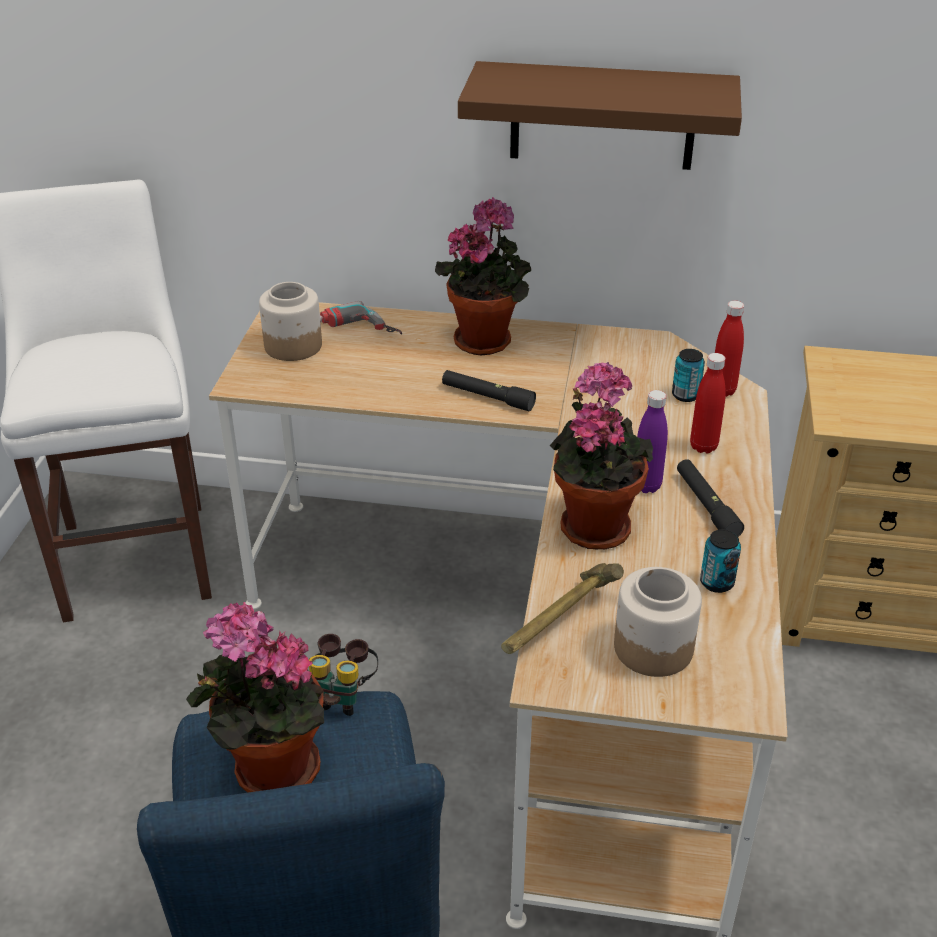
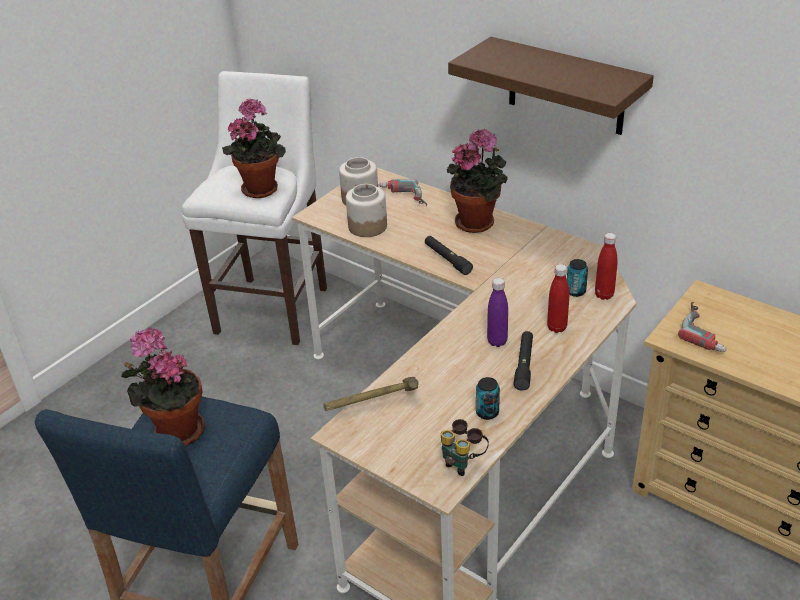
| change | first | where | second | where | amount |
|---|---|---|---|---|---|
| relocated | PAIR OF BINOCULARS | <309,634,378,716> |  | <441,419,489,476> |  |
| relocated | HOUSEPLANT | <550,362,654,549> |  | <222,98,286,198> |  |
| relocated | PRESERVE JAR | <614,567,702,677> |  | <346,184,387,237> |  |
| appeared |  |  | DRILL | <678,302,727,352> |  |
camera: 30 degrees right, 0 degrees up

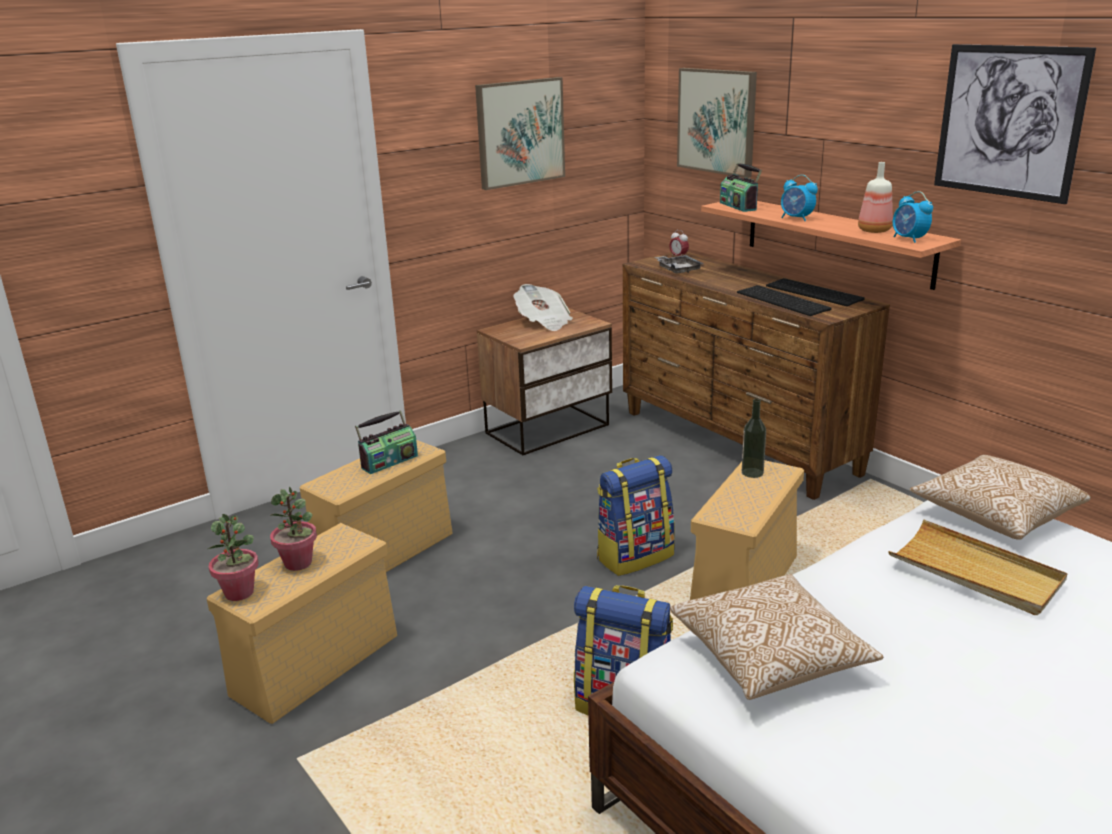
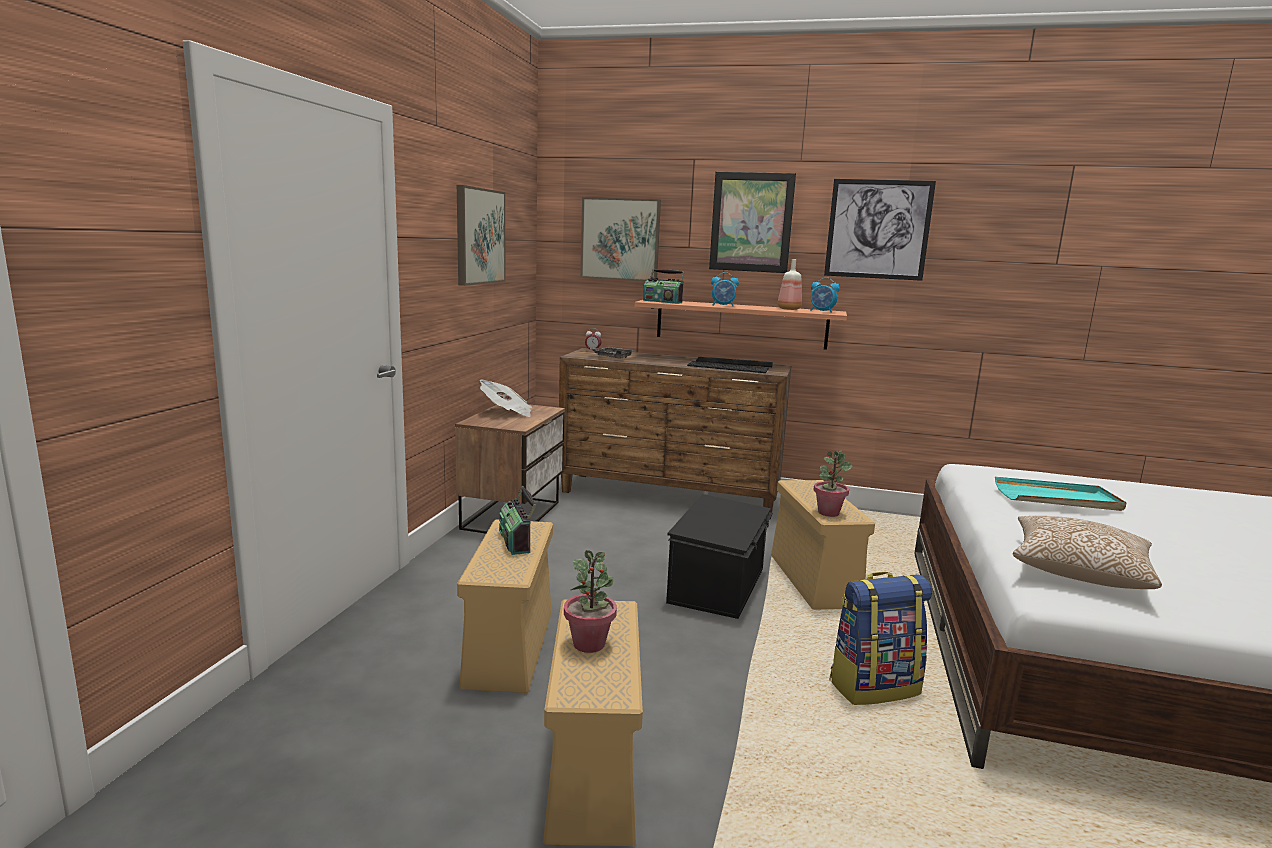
| change | first | where | second | where | amount |
|---|---|---|---|---|---|
| relocated | HOUSEPLANT | <208,514,259,601> |  | <814,450,852,517> |  |
| spun | RADIO | <355,410,418,474> |  | <499,486,536,555> | 150 degrees clockwise |
| exchanged | KNAPSACK | <597,455,675,576> | BLACK STORAGE BOX | <666,494,773,619> |  |
| missing | BOTTLE | <742,399,766,478> |  |  |  |
| colour | BEIGE SERVING TRAY | <888,519,1068,615> | TURQUOISE SERVING TRAY | <995,477,1127,511> |  |
| missing | THROW PILLOW | <910,455,1091,540> |  |  |  |
| appeared |  |  | PICTURE | <709,172,796,273> |  |
camera: 40 degrees left, 10 degrees down

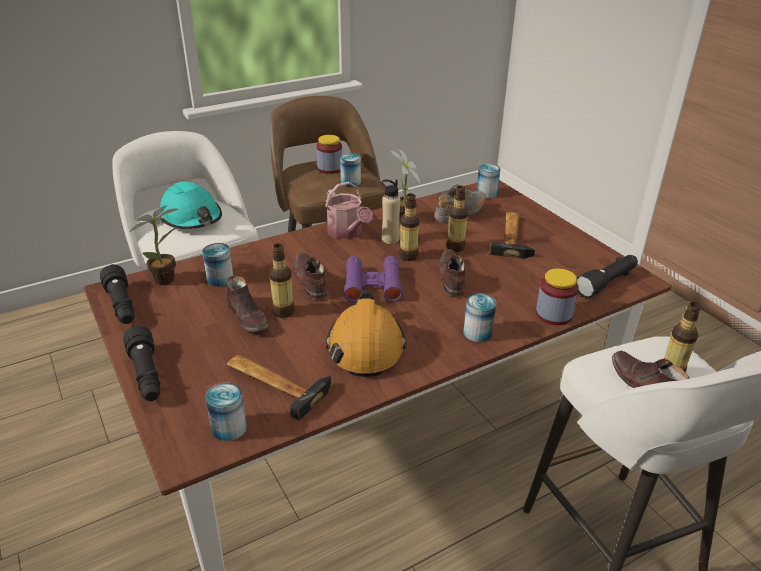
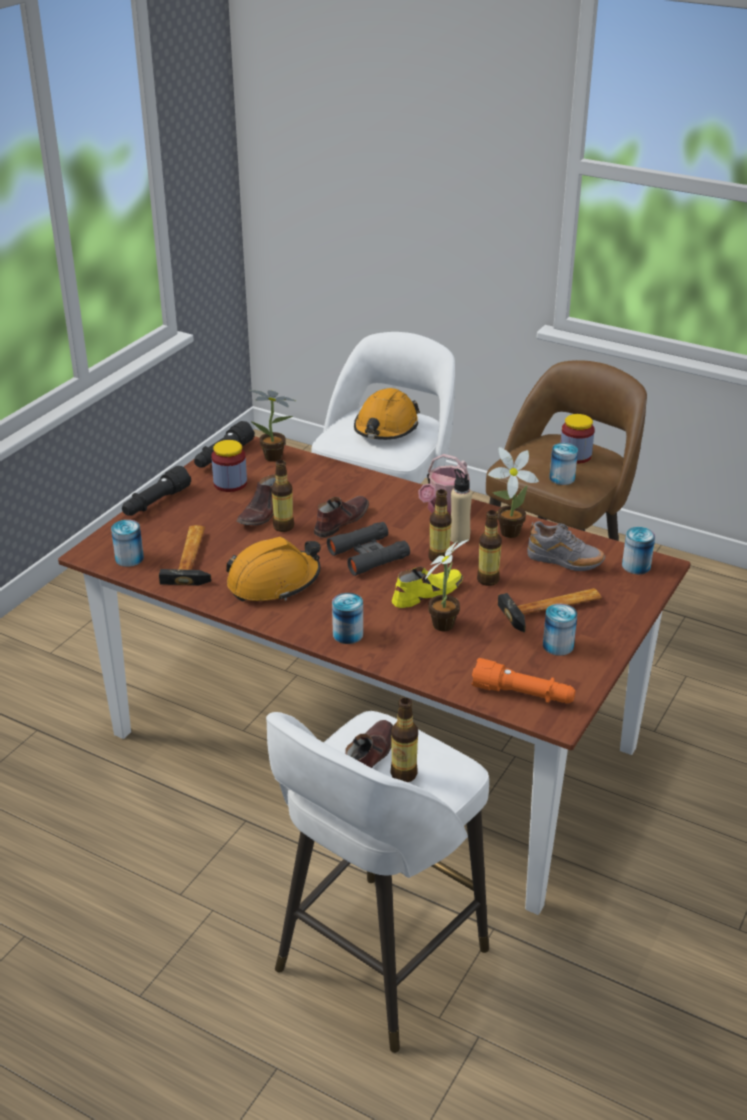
| change | first | where | second | where | amount |
|---|---|---|---|---|---|
| colour | TURQUOISE SAFETY HELMET | <159,181,222,229> | ORANGE SAFETY HELMET | <354,388,420,440> |  |
| relocated | CAN | <202,243,233,287> |  | <543,604,577,656> |  |
| colour | PURPLISH PAIR OF BINOCULARS | <344,256,402,302> | BLACK PAIR OF BINOCULARS | <327,522,410,576> |  |
| colour | BROWN-COLOURED LOW SHOE | <438,249,465,296> | YELLOW LOW SHOE | <392,566,463,608> |  |
| relocated | PRESERVE JAR | <536,268,579,325> |  | <211,440,247,492> |  |
| colour | BLACK HAND TORCH | <577,255,638,298> | ORANGE HAND TORCH | <471,658,576,704> |  |
| appeared |  |  | HOUSEPLANT | <425,540,468,631> |  |
camera: 60 degrees right, 0 degrees up

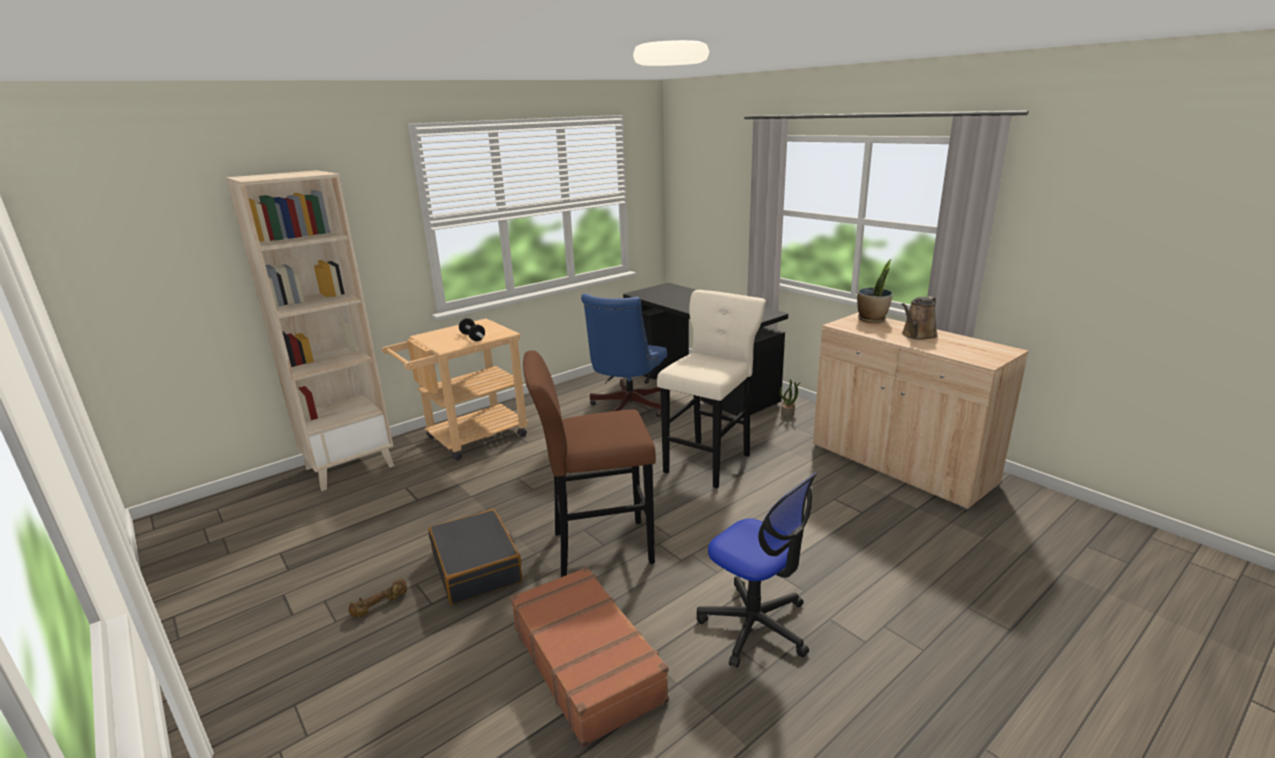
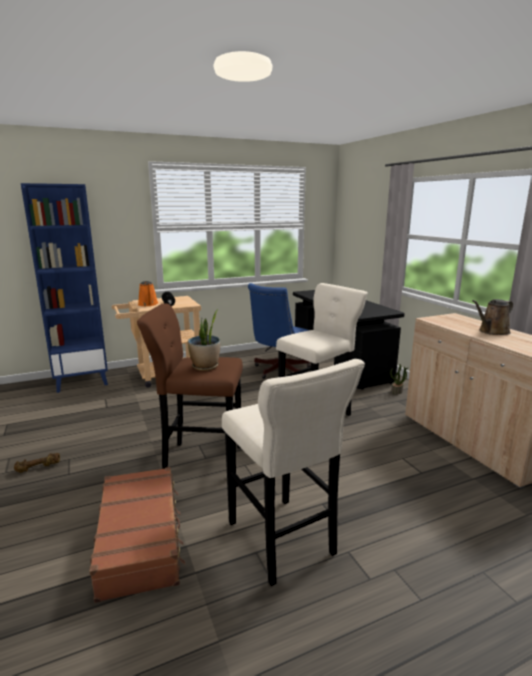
| change | first | where | second | where | amount |
|---|---|---|---|---|---|
| colour | BEIGE BOOKSHELF | <226,170,394,491> | BLUE BOOKSHELF | <21,183,108,393> |  |
| missing | BLACK SUITCASE | <428,509,522,605> |  |  |  |
| exchanged | OFFICE CHAIR | <696,473,817,668> | BEIGE STOOL | <222,359,365,586> |  |
| relocated | HOUSEPLANT | <857,259,893,323> |  | <188,309,220,371> |  |
| appeared |  |  | ORANGE WATERING CAN | <138,281,158,306> |  |
camera: 15 degrees right, 5 degrees down

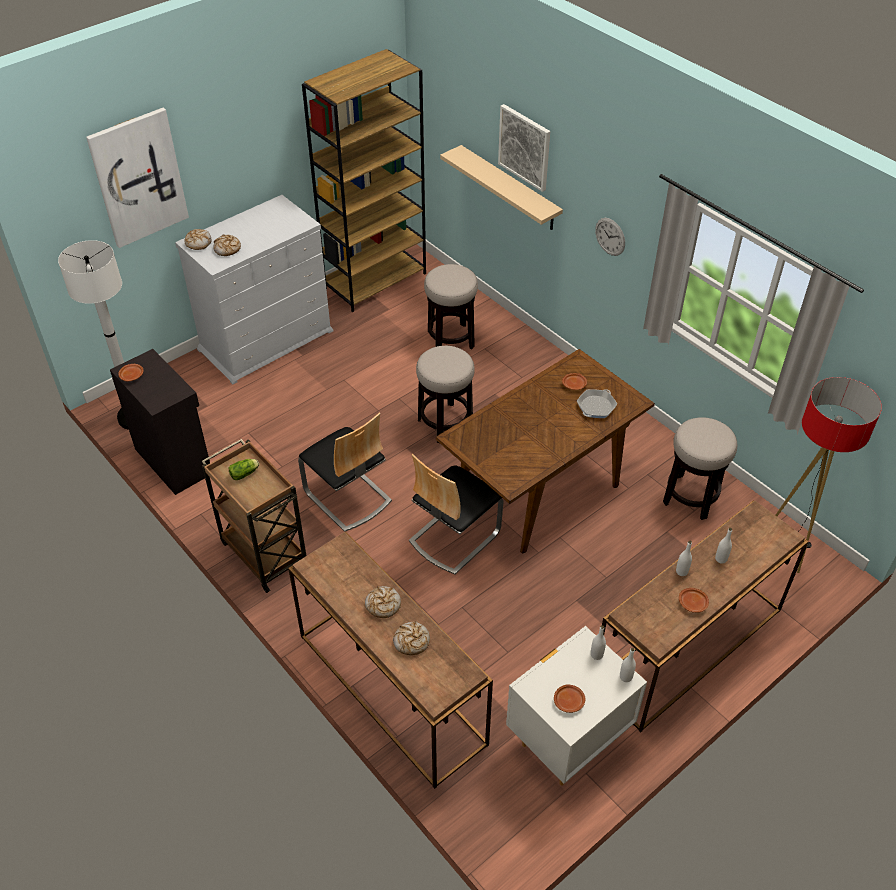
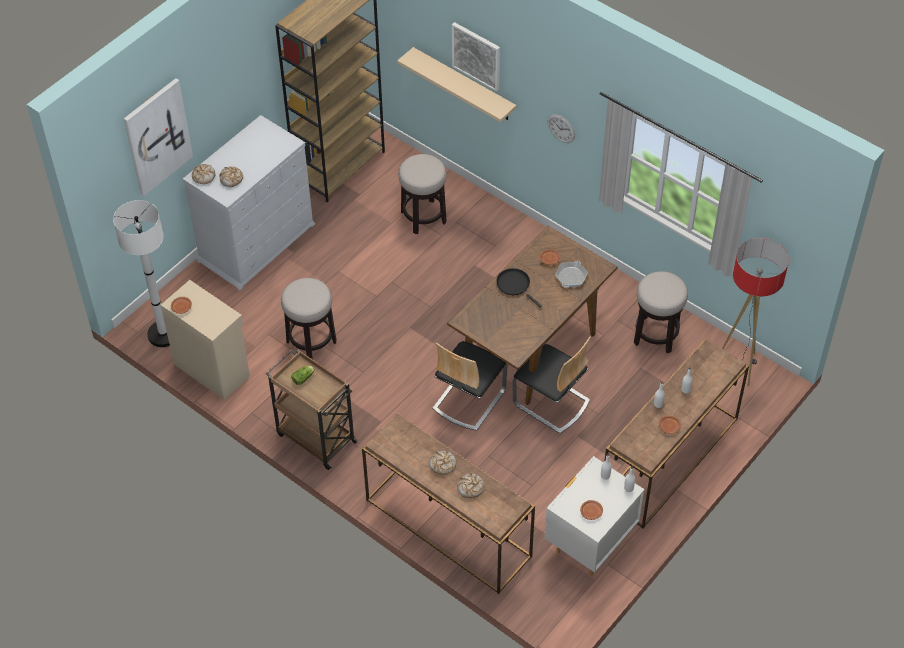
| change | first | where | second | where | amount |
|---|---|---|---|---|---|
| colour | BLACK CUPBOARD | <110,349,210,495> | BEIGE CUPBOARD | <161,280,250,400> |  |
| relocated | PLAIN CHAIR | <298,413,392,532> |  | <513,335,591,434> |  |
| relocated | STOOL | <416,346,475,443> |  | <281,278,336,359> |  |
| appeared |  |  | BLACK SKILLET | <496,268,542,308> |  |
camera: 10 degrees left, 5 degrees up

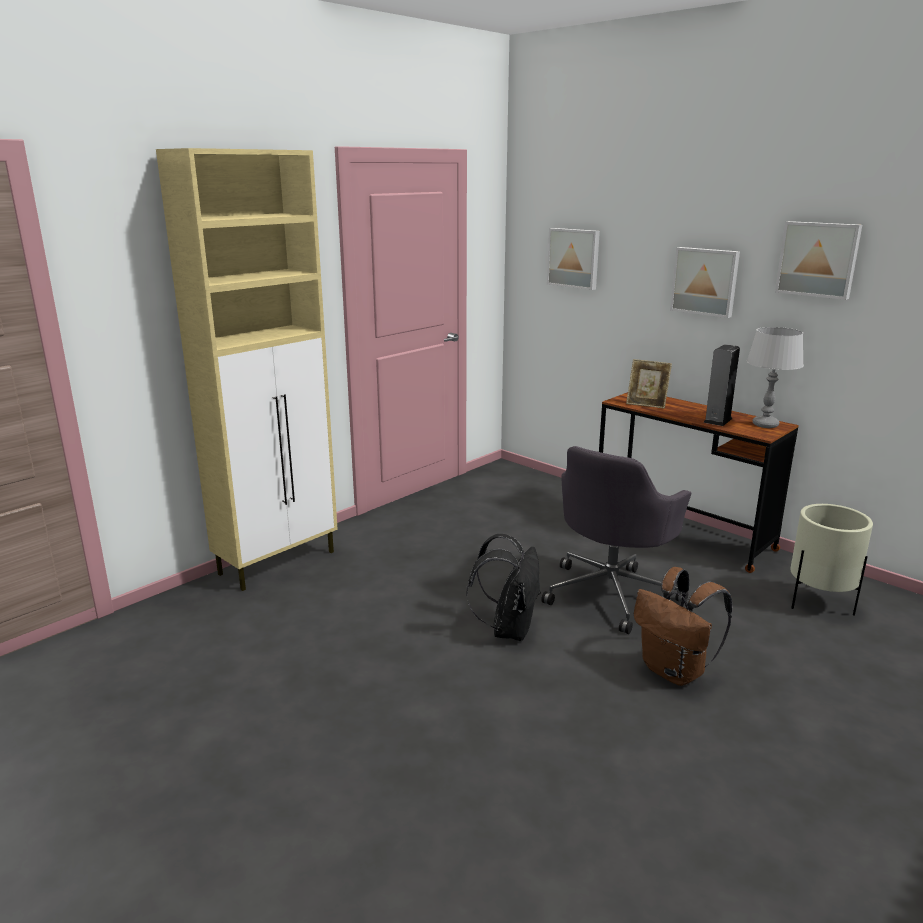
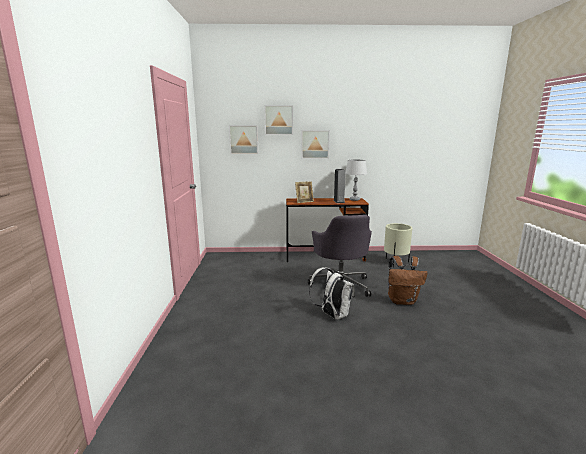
| change | first | where | second | where | amount |
|---|---|---|---|---|---|
| missing | BEIGE CUPBOARD | <156,148,338,591> |  |  |  |
| colour | BLACK KNAPSACK | <466,534,541,641> | WHITISH KNAPSACK | <309,268,355,320> |  |
| relocated | PICTURE | <775,221,862,300> |  | <264,105,293,135> |  |
camera: 45 degrees left, 5 degrees down

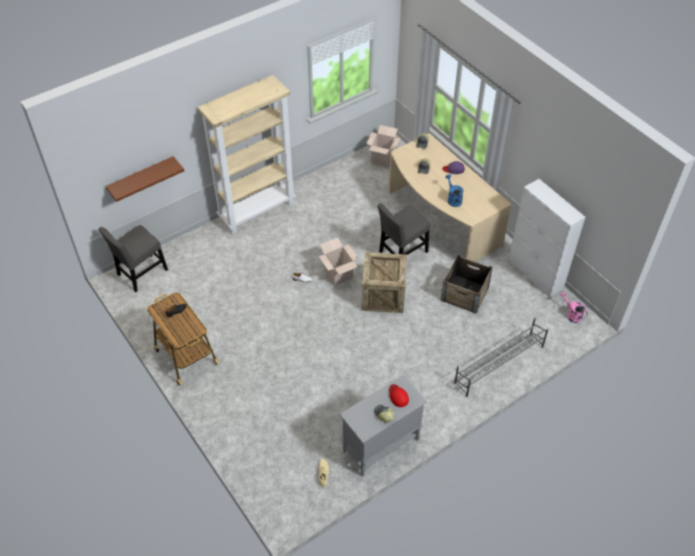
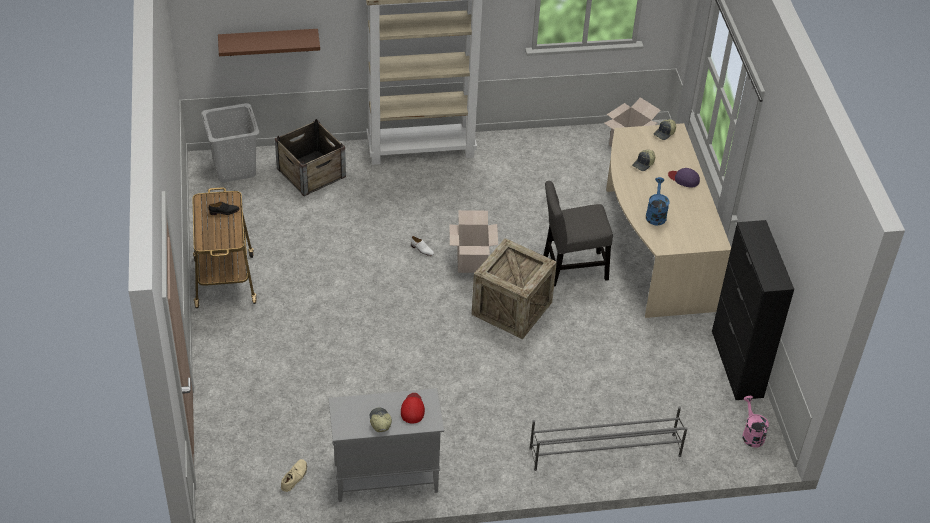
| change | first | where | second | where | amount |
|---|---|---|---|---|---|
| exchanged | GREY PLAIN CHAIR | <98,225,168,292> | GREY LAUNDRY BASKET | <201,103,259,183> |  |
| relocated | CRATE | <441,255,493,314> |  | <275,119,346,196> |  |
| colour | WHITISH CUPBOARD | <508,179,585,298> | BLACK CUPBOARD | <712,220,794,400> |  |
camera: 25 degrees right, 5 degrees down

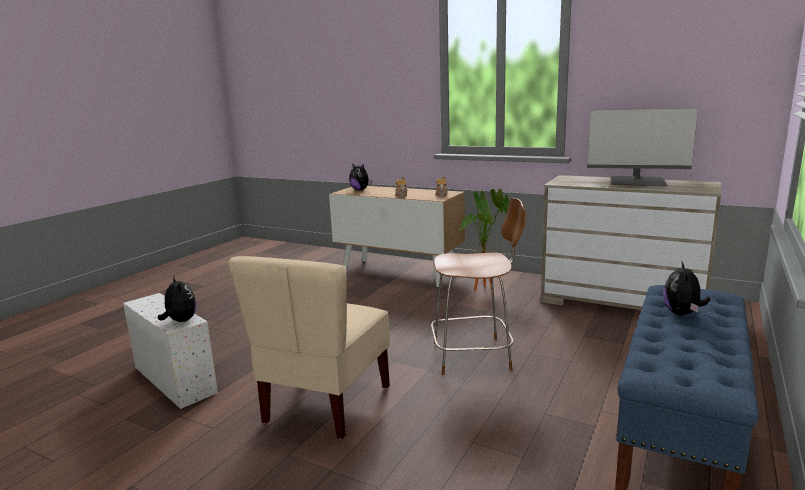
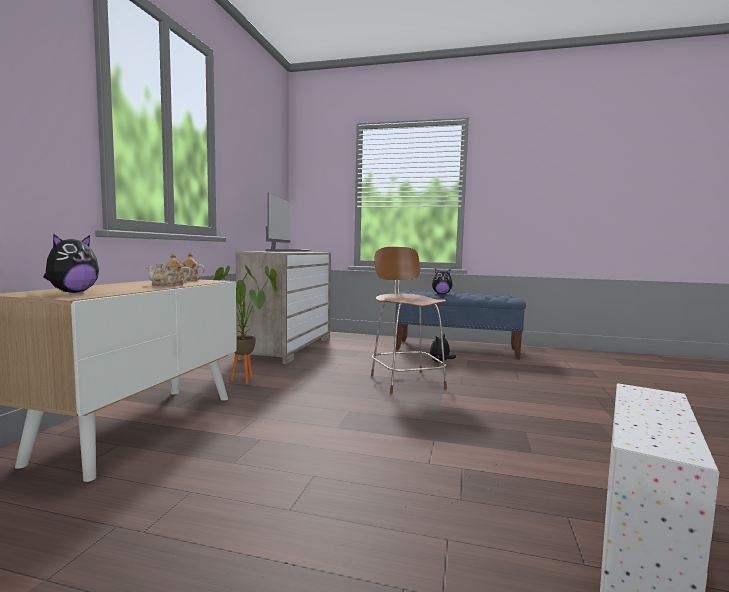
| change | first | where | second | where | amount |
|---|---|---|---|---|---|
| relocated | PLUSH TOY | <158,276,196,322> |  | <430,334,456,363> |  |
| missing | BEIGE PLAIN CHAIR | <228,256,390,439> |  |  |  |
camera: 105 degrees left, 10 degrees down

